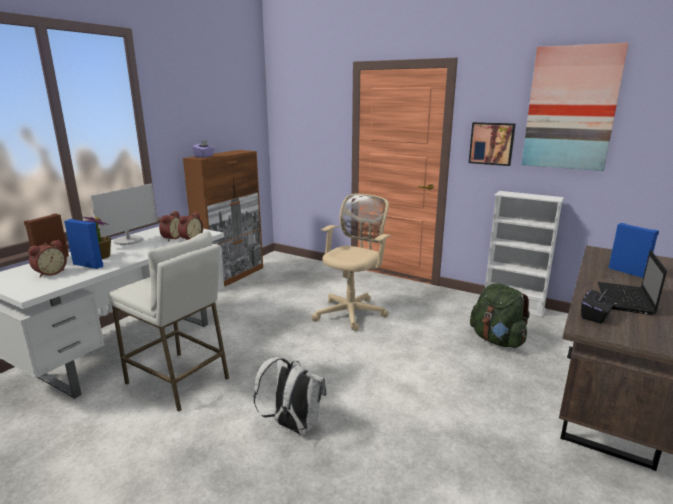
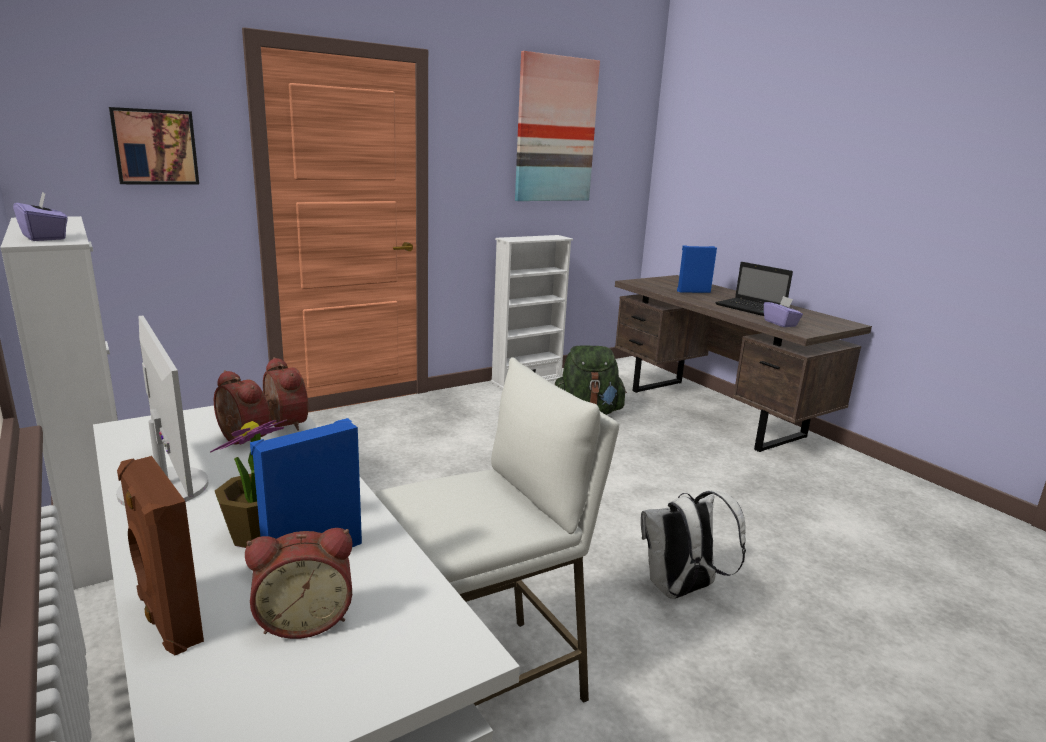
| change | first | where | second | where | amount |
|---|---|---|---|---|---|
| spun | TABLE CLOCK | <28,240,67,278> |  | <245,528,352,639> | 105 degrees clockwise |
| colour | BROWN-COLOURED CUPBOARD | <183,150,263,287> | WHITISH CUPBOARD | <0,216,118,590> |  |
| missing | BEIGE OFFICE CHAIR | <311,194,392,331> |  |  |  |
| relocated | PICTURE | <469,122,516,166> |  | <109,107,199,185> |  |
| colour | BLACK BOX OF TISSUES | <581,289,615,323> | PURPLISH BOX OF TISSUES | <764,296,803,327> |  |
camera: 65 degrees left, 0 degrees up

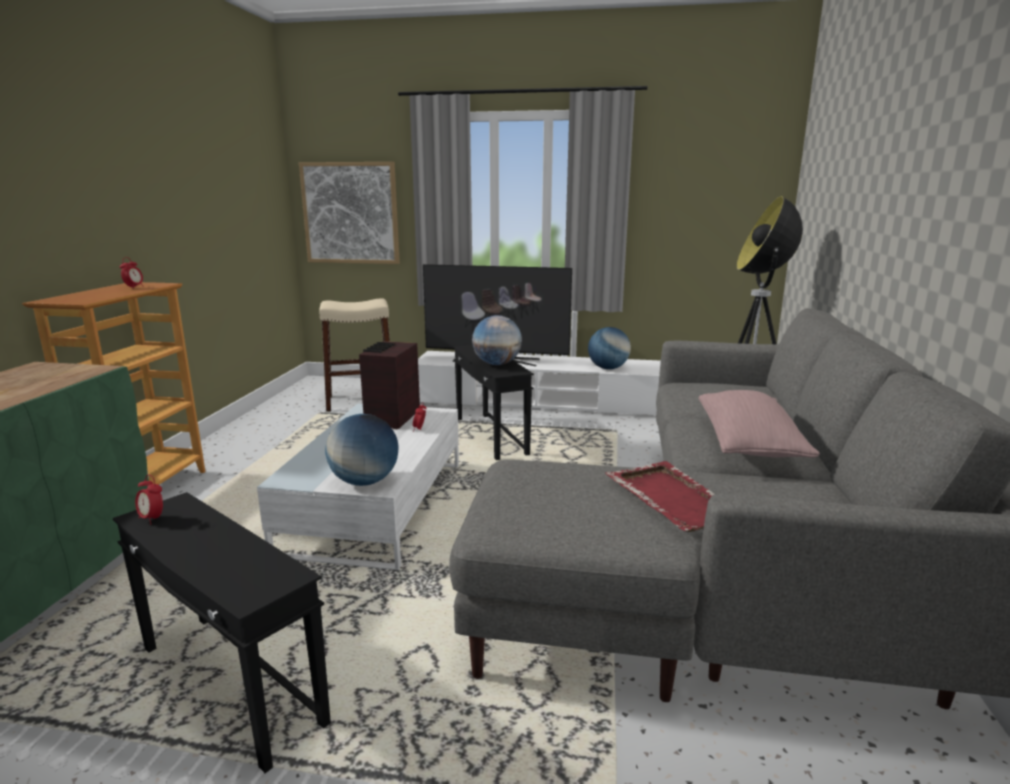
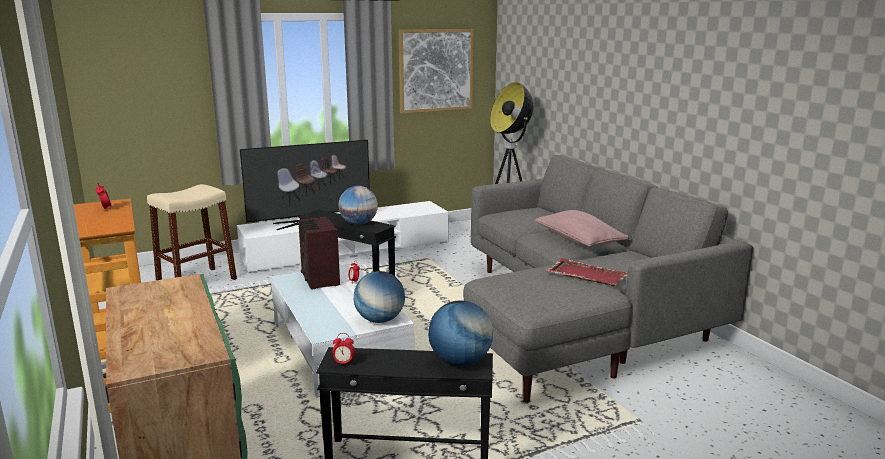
| change | first | where | second | where | amount |
|---|---|---|---|---|---|
| relocated | PICTURE | <299,162,400,264> |  | <398,29,474,113> |  |
| relocated | WORLD GLOBE | <588,327,631,369> |  | <428,300,493,366> |  |
camera: 35 degrees left, 0 degrees up

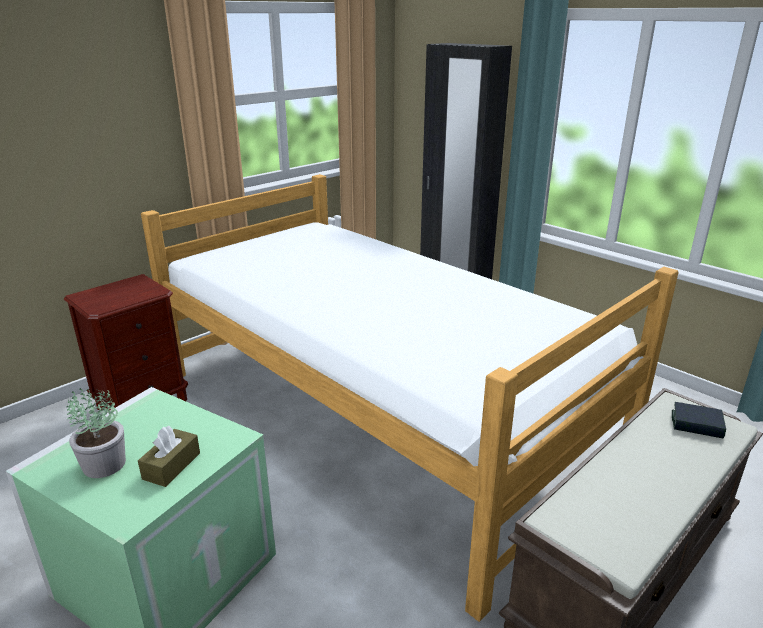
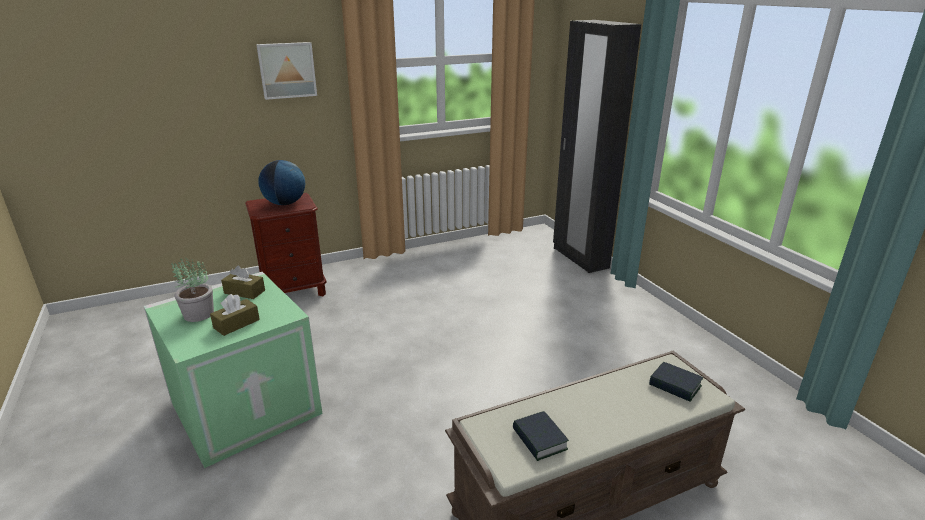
| change | first | where | second | where | amount |
|---|---|---|---|---|---|
| missing | BEDROOM BED | <141,174,679,622> |  |  |  |
| appeared |  |  | BROWN-COLOURED BOX OF TISSUES | <221,265,265,299> |  |
| appeared |  |  | PICTURE | <256,42,317,100> |  |
| appeared |  |  | WORLD GLOBE | <258,160,305,205> |  |
| appeared |  |  | VOLUME | <513,411,569,461> |  |
camera: 20 degrees right, 0 degrees up

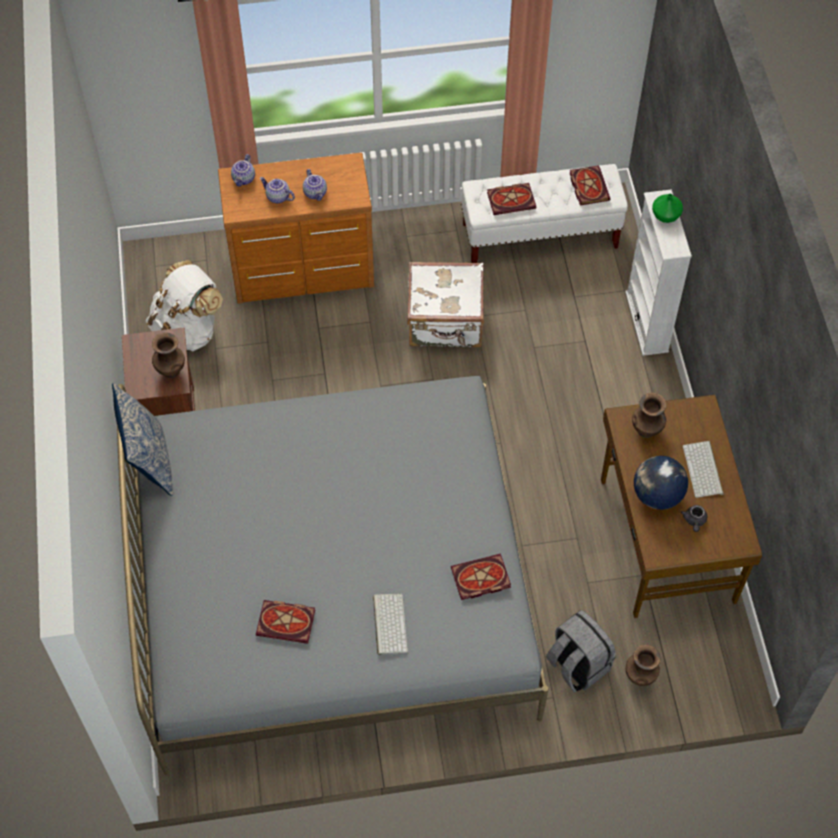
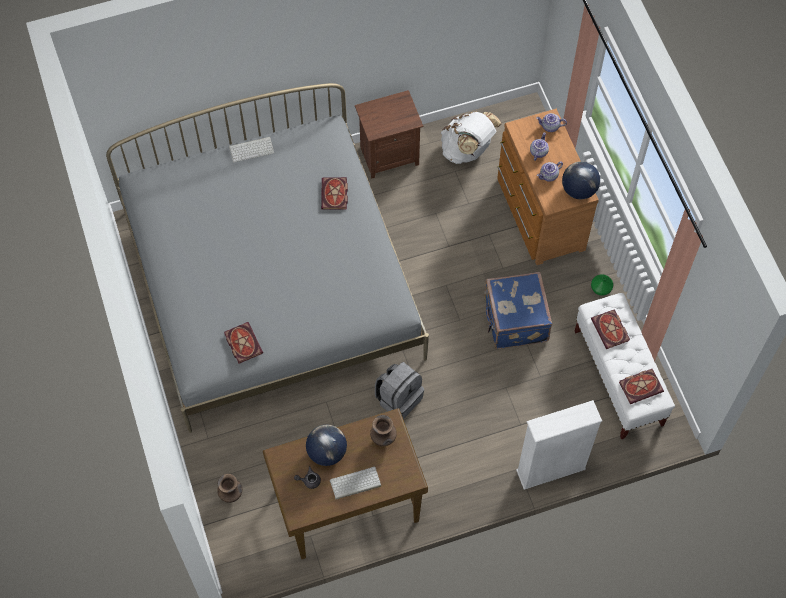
| change | first | where | second | where | amount |
|---|---|---|---|---|---|
| missing | THROW PILLOW | <112,383,173,496> |  |  |  |
| missing | BROWN-COLOURED VASE | <152,333,185,378> |  |  |  |
| relocated | VOLUME | <256,600,315,644> |  | <321,177,348,210> |  |
| relocated | PC KEYBOARD | <373,593,408,655> |  | <229,137,274,163> |  |
| colour | WHITISH SUITCASE | <407,262,484,347> | BLUE SUITCASE | <484,272,552,349> |  |
| relocated | GREY KNAPSACK | <546,610,616,692> |  | <375,362,424,419> |  |
| relocated | GREENISH VASE | <652,194,683,223> |  | <591,274,613,296> |  |
| appeared |  |  | WORLD GLOBE | <562,161,600,199> |  |
camera: 80 degrees right, 5 degrees up

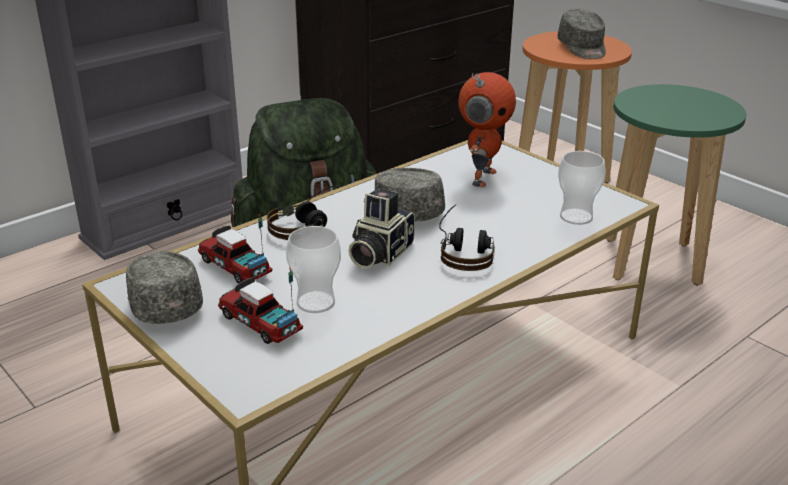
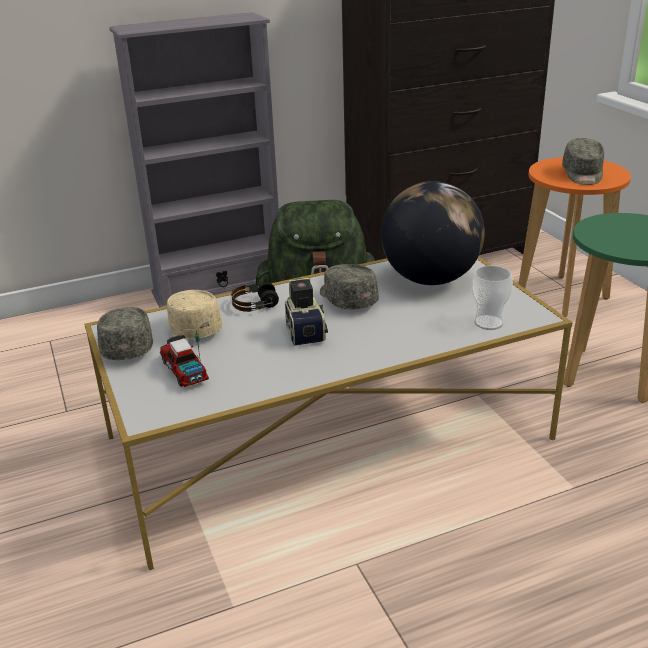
| change | first | where | second | where | amount |
|---|---|---|---|---|---|
| exchanged | TOY TRUCK | <198,214,272,283> | BEIGE PEAKED CAP | <167,290,222,339> |  |
| missing | SMALL CUP | <286,226,341,313> |  |  |  |
| spun | PHOTO CAMERA | <348,188,415,269> |  | <285,278,328,346> | 120 degrees clockwise |
| missing | HEADPHONES | <439,205,495,271> |  |  |  |
| exchanged | TOY ROBOT | <458,72,516,187> | WORLD GLOBE | <381,181,485,285> |  |
camera: 20 degrees right, 0 degrees up

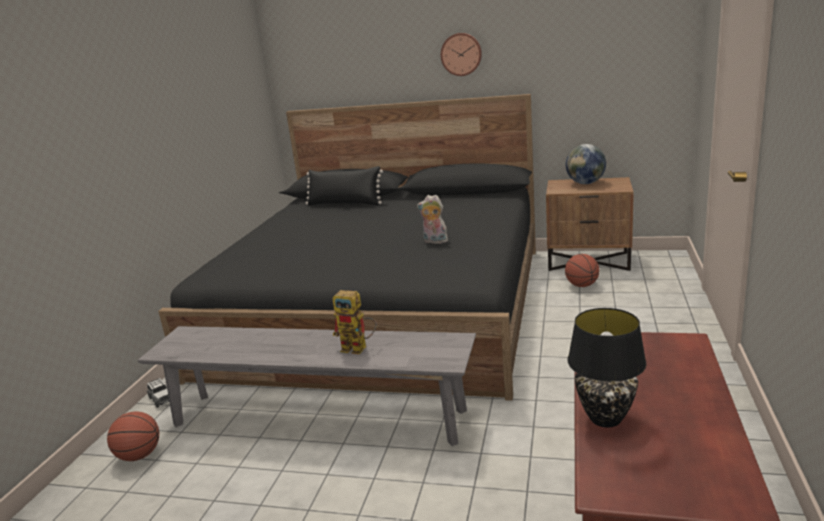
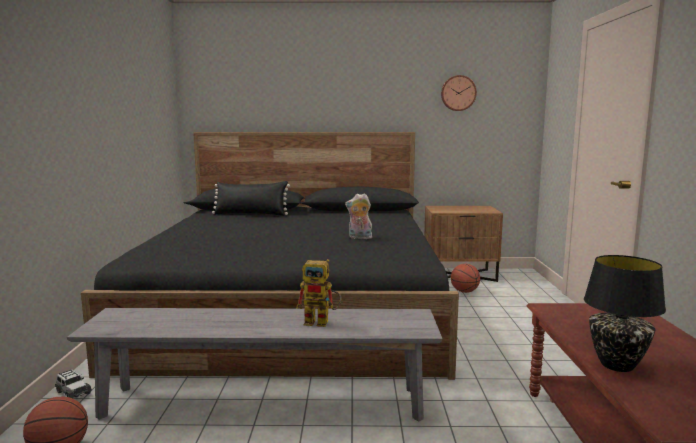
| change | first | where | second | where | amount |
|---|---|---|---|---|---|
| relocated | WALL CLOCK | <441,33,482,76> |  | <441,75,477,111> |  |
| missing | WORLD GLOBE | <566,144,606,184> |  |  |  |
camera: 15 degrees left, 10 degrees down

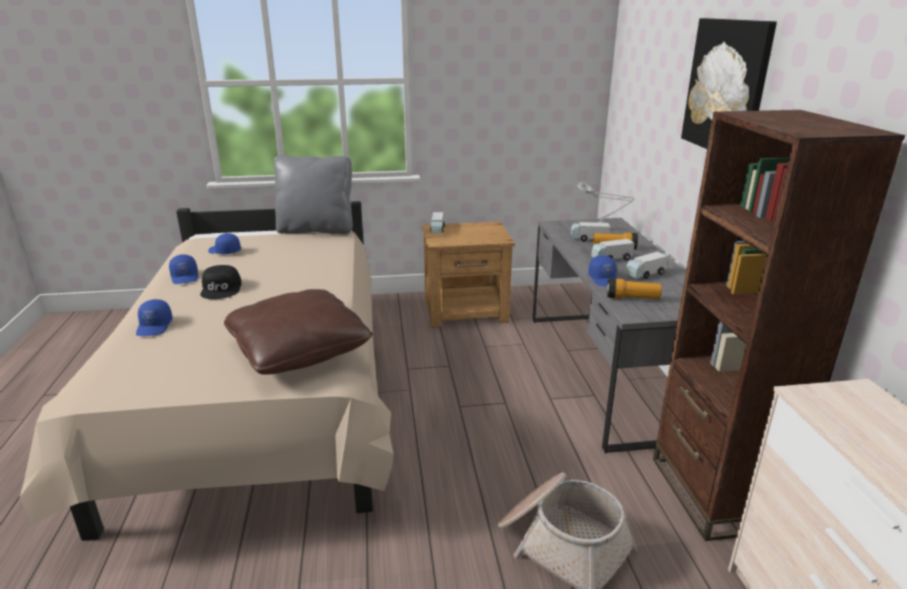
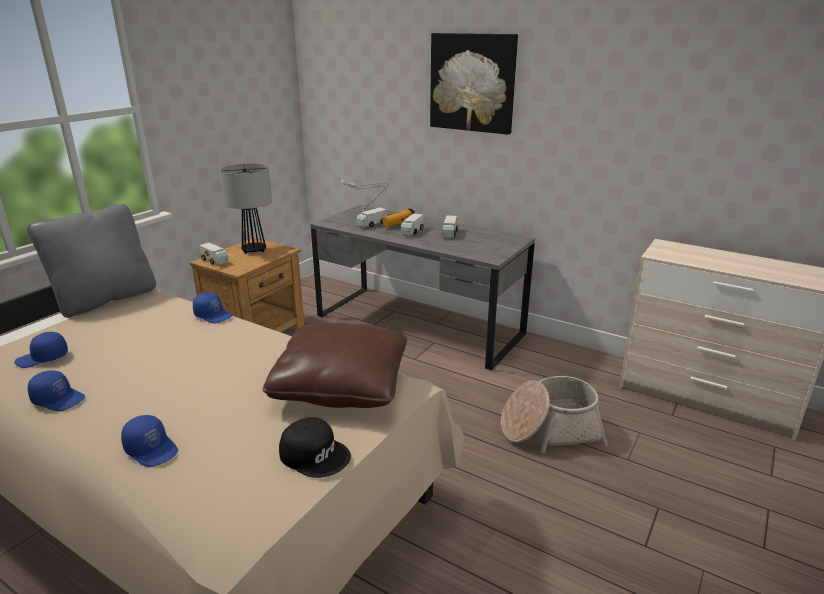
| change | first | where | second | where | amount |
|---|---|---|---|---|---|
| relocated | BLACK PEAKED CAP | <200,265,241,299> |  | <279,417,351,478> |  |
| relocated | BLUE PEAKED CAP | <588,255,618,286> |  | <193,292,232,324> |  |
| missing | HAND TORCH | <607,278,662,299> |  |  |  |
| missing | BROWN-COLOURED BOOKSHELF | <653,110,905,541> |  |  |  |
| appeared |  |  | TABLE LAMP | <220,163,272,254> |  |
camera: 50 degrees left, 0 degrees up

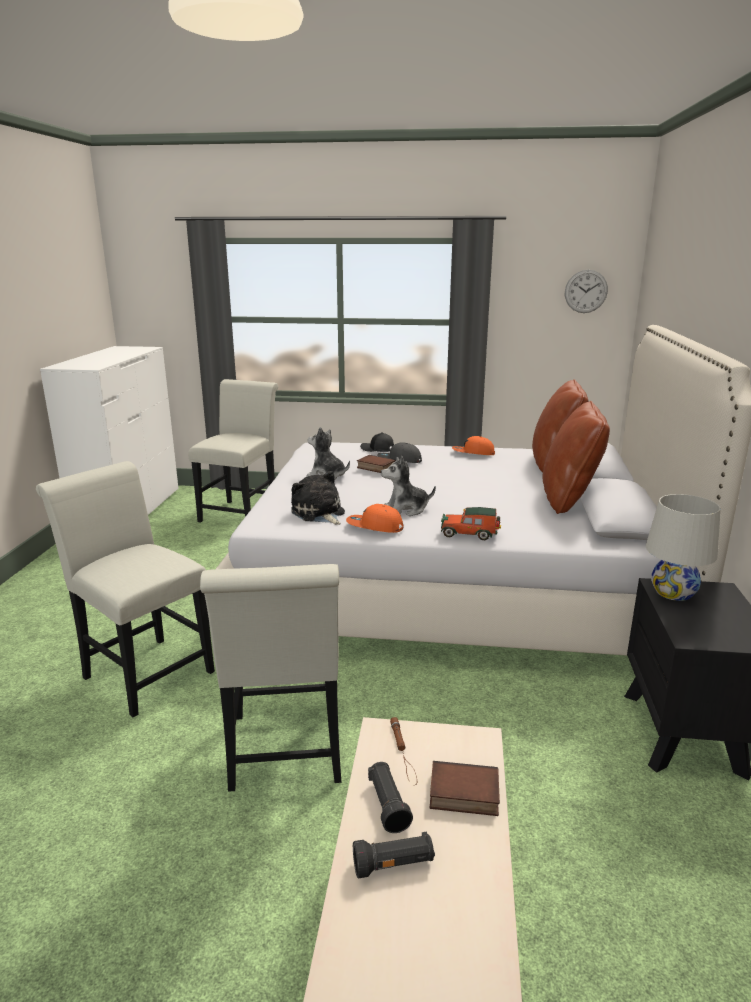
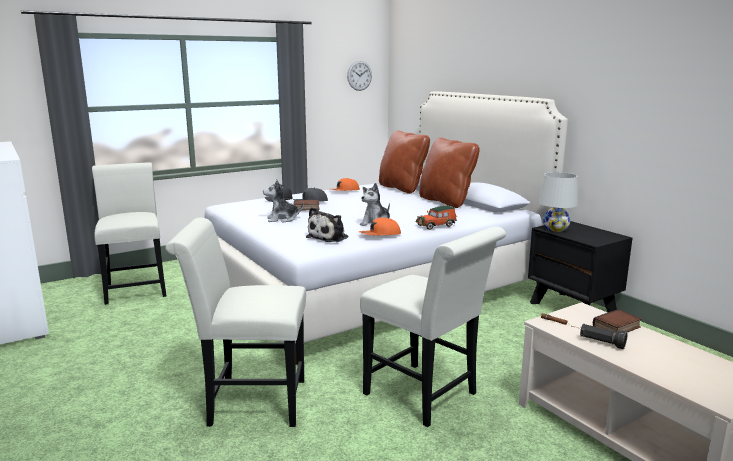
| change | first | where | second | where | amount |
|---|---|---|---|---|---|
| spun | PLUSH TOY | <291,471,345,525> |  | <306,207,348,242> | 75 degrees counterclockwise |
| missing | BLACK HAND TORCH | <353,832,435,878> |  |  |  |
camera: 40 degrees left, 5 degrees down

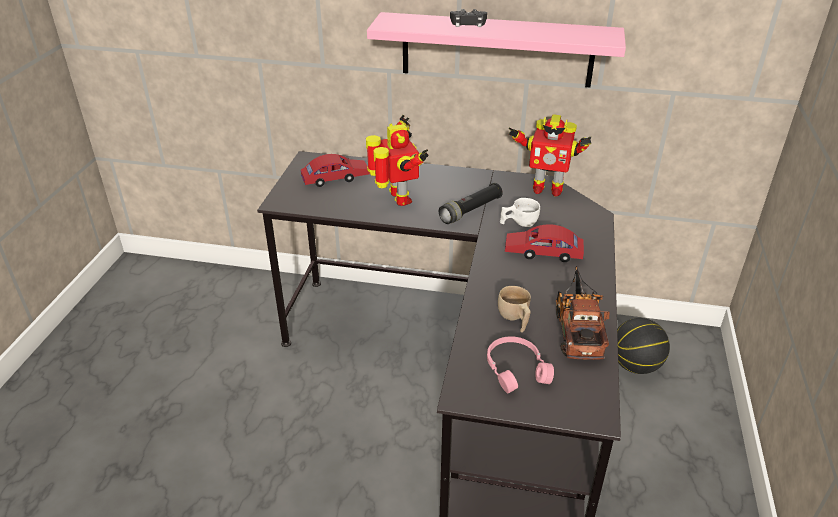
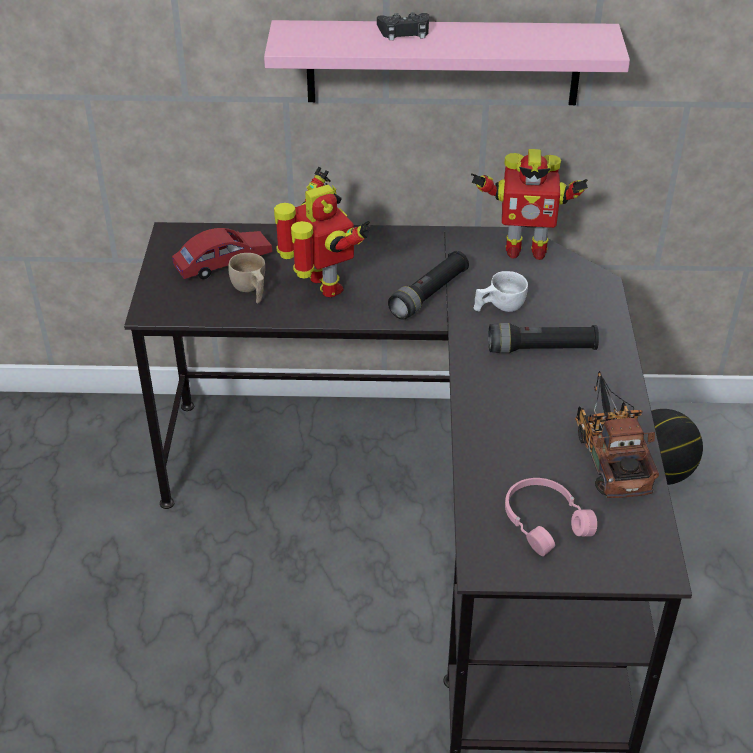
| change | first | where | second | where | amount |
|---|---|---|---|---|---|
| relocated | BEIGE SMALL CUP | <498,286,531,333> |  | <229,253,265,303> |  |
| exchanged | REDDISH MODEL CAR | <505,224,584,262> | BLACK HAND TORCH | <488,323,599,353> |  |
camera: 10 degrees left, 5 degrees up

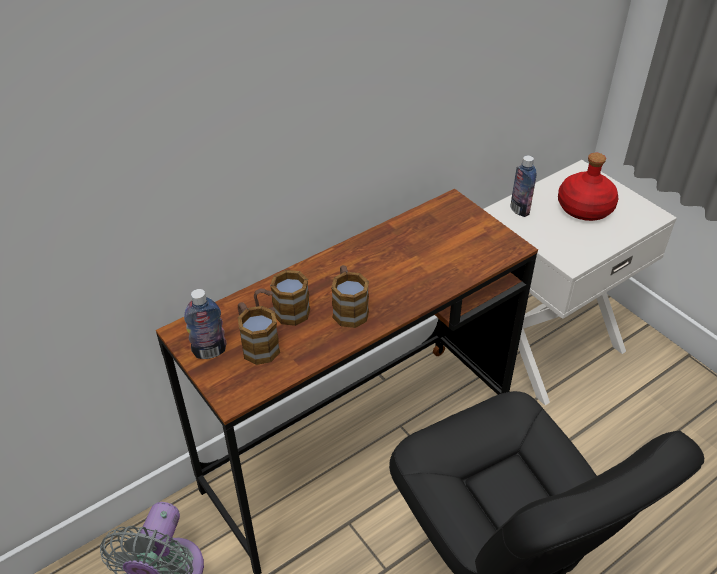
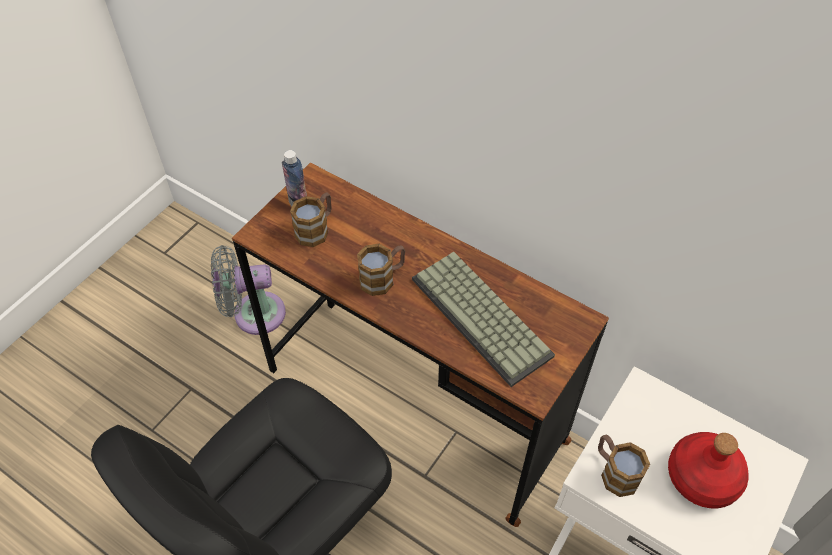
| change | first | where | second | where | amount |
|---|---|---|---|---|---|
| relocated | MUG | <254,270,310,326> |  | <598,434,650,497> |  |
| missing | BOTTLE | <510,155,537,217> |  |  |  |
| appeared |  |  | PC KEYBOARD | <412,252,555,387> |  |
camera: 70 degrees right, 10 degrees up

